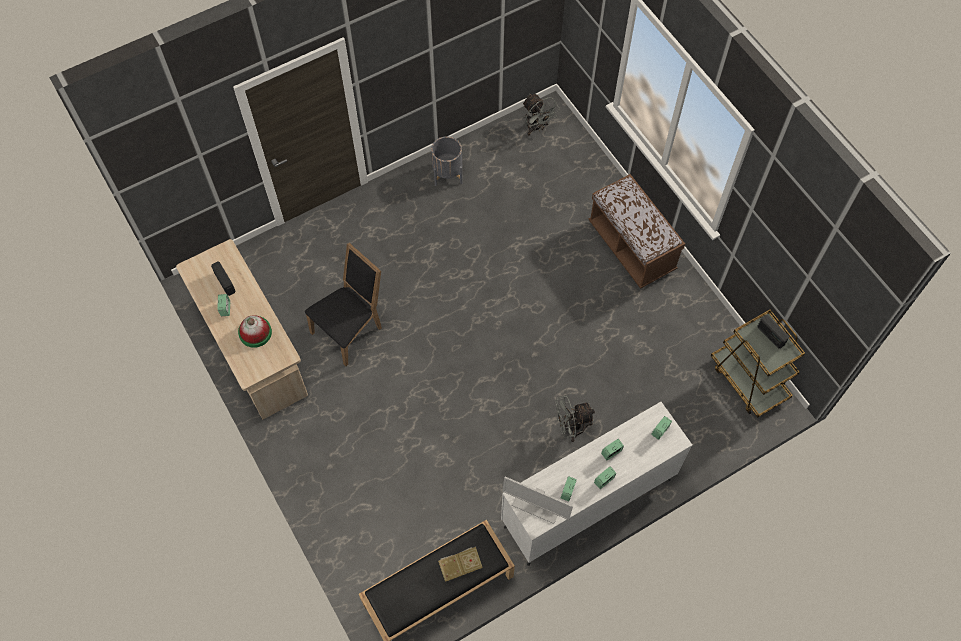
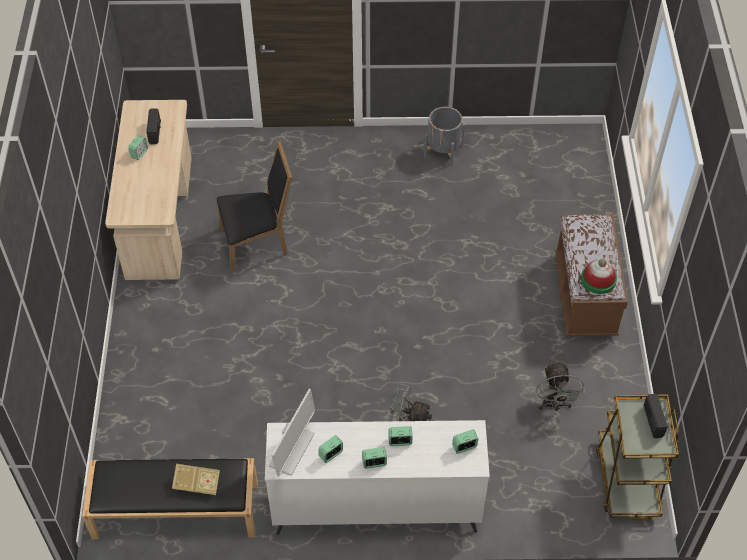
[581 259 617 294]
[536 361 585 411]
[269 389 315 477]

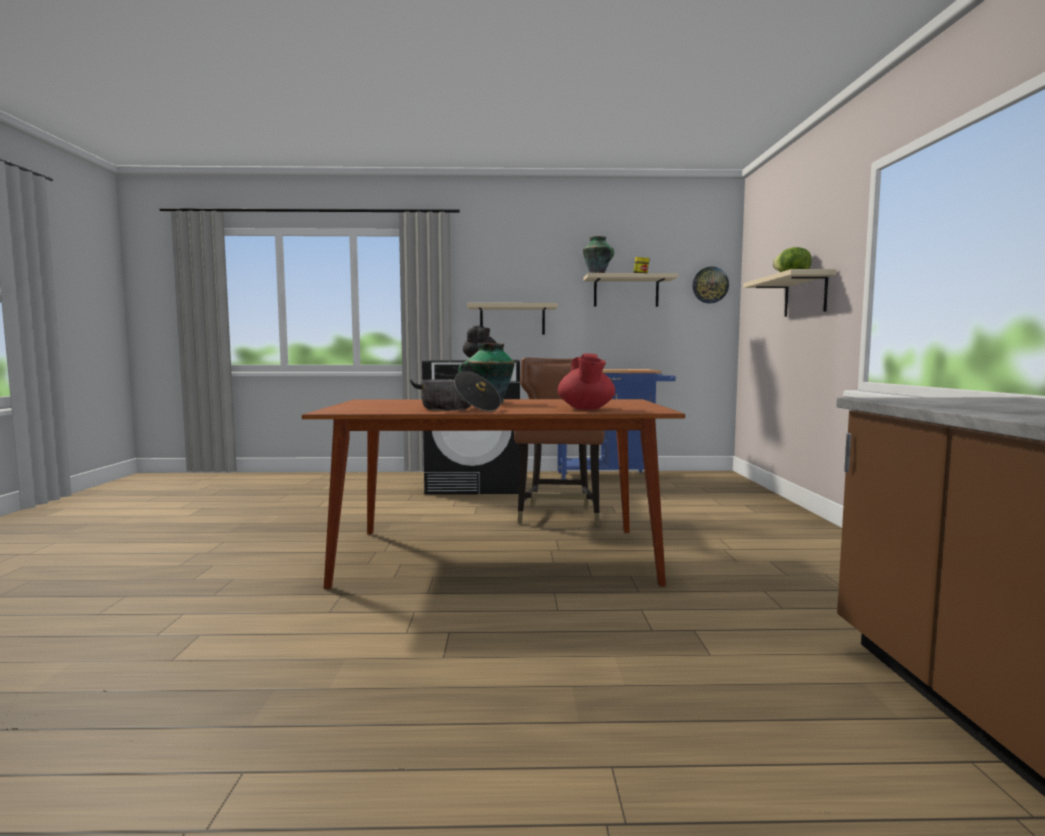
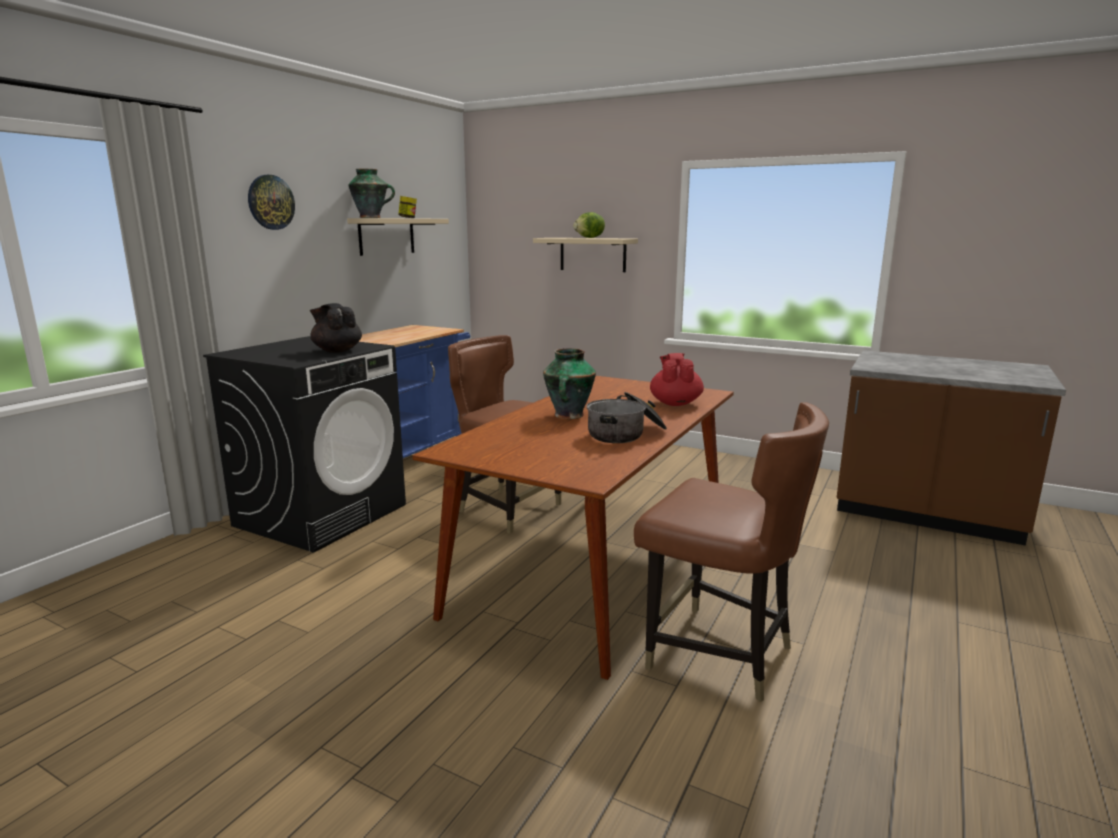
[467 303 558 335] (first image)
[634 402 829 702]
[248 175 295 230]
[650 353 704 406]

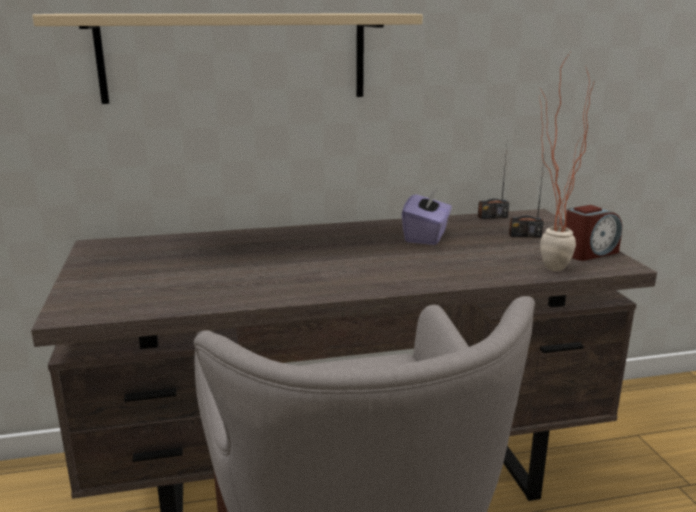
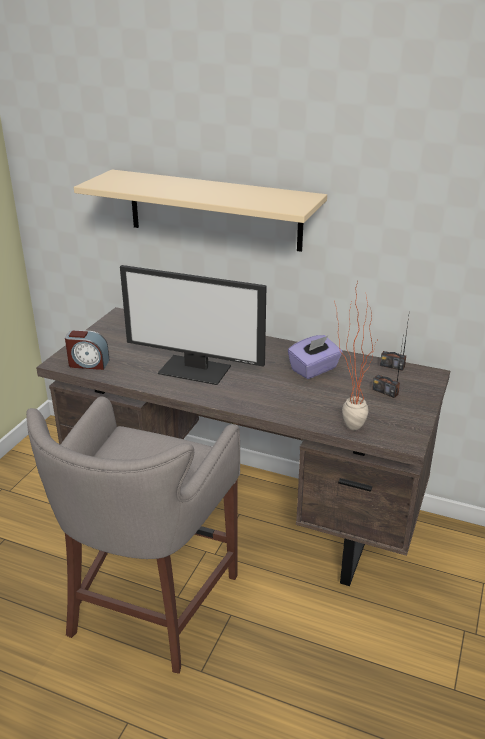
[120 265 267 385]
[65 330 110 370]

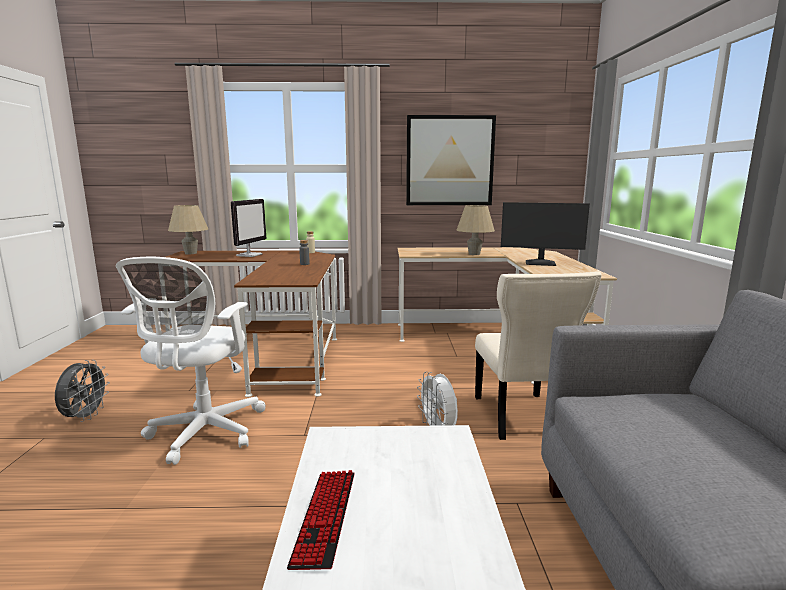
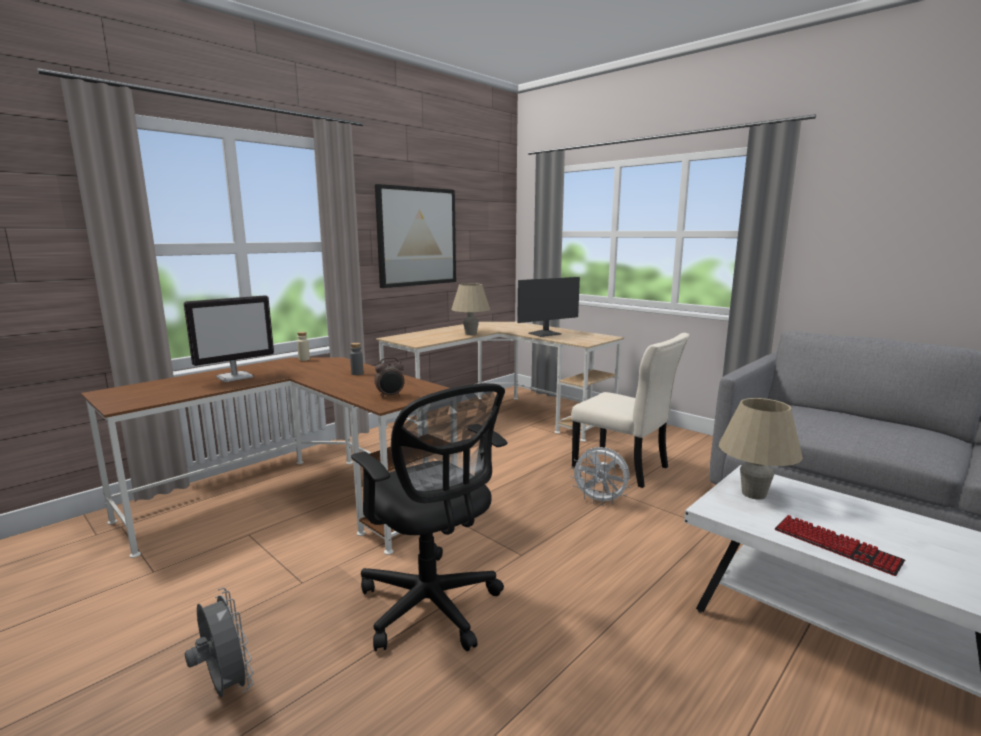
[374 357 405 398]
[719 398 803 500]
[351 383 507 651]
[184 295 274 382]

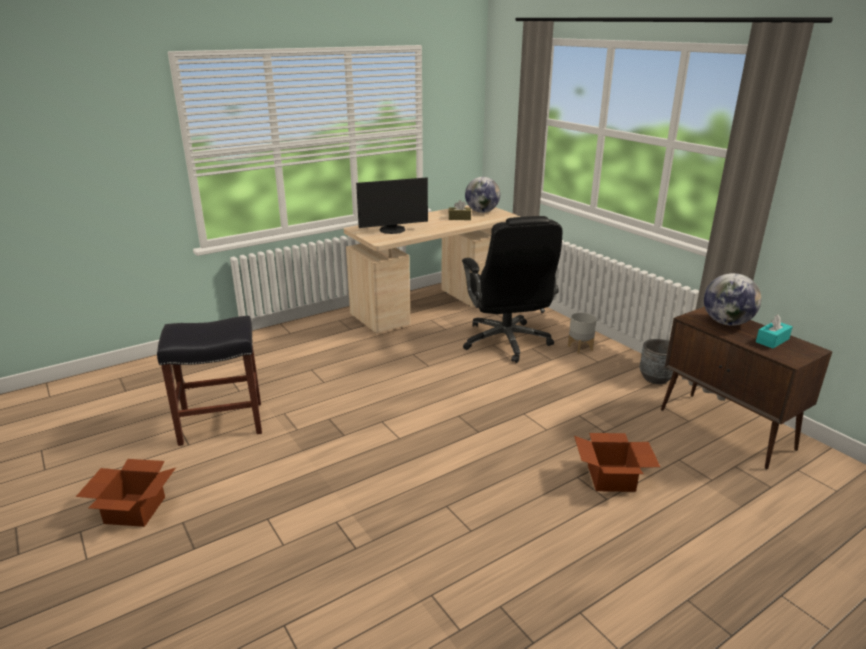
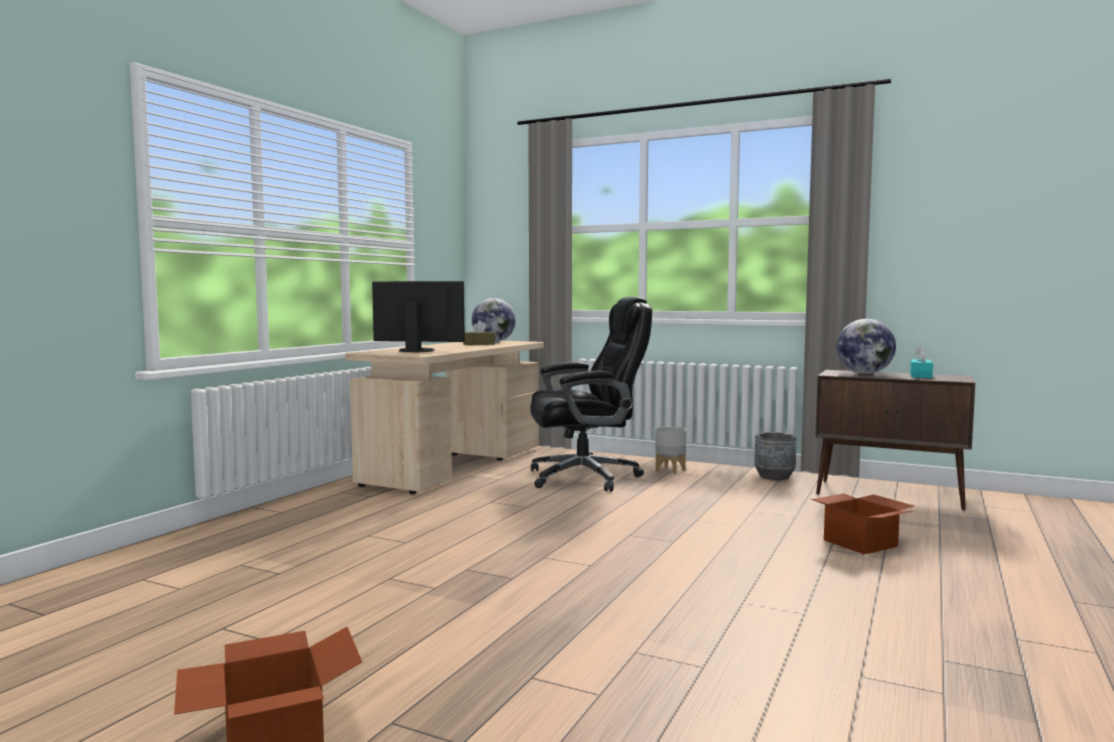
[157 316 262 446] (first image)
[372 281 465 352]
[530 296 652 492]

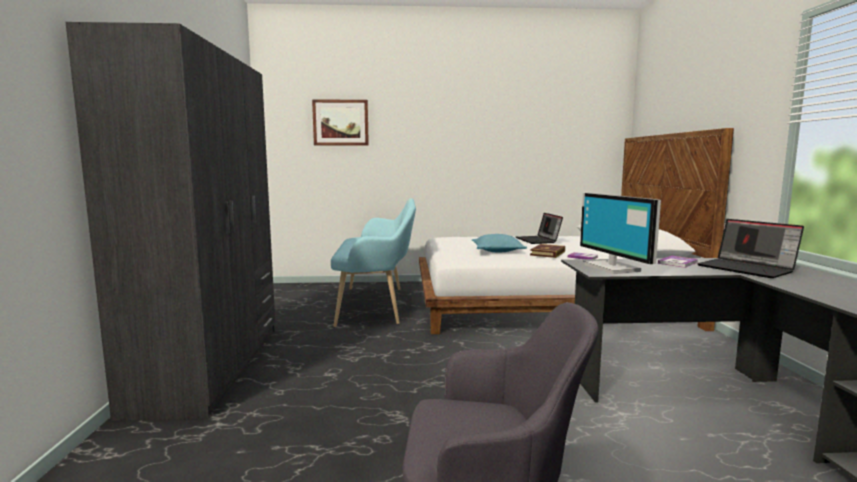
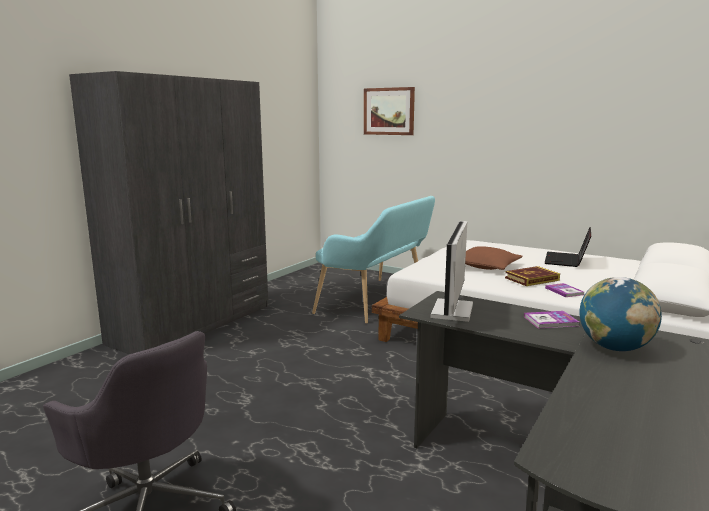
[579 277 662 351]
[465 246 523 270]

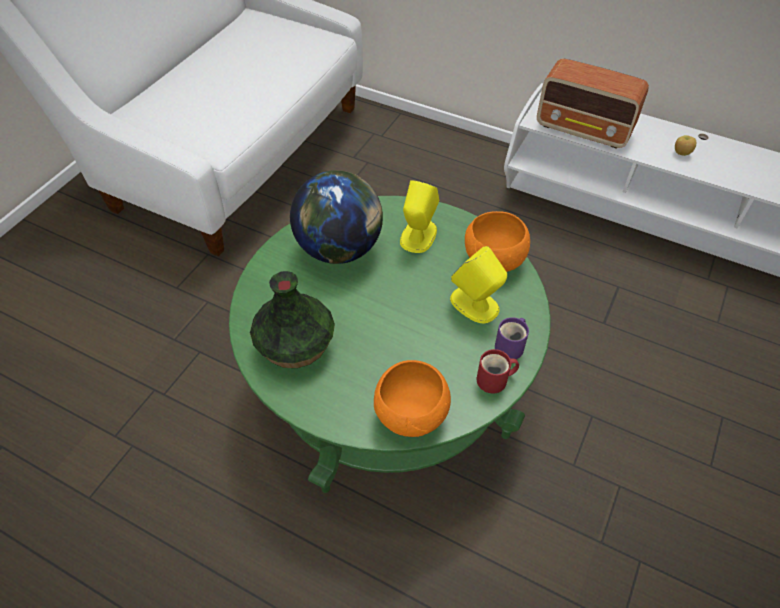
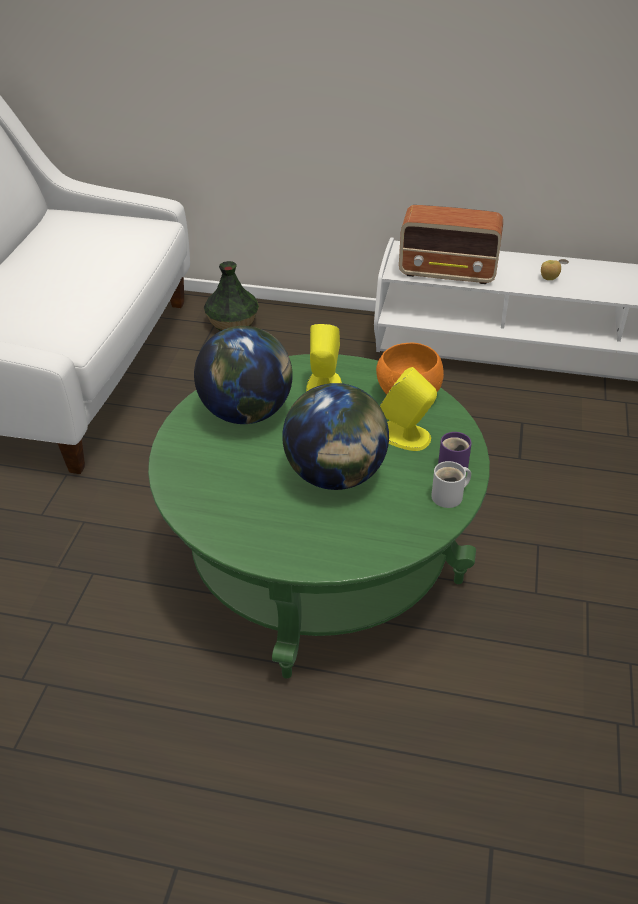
[374 360 451 437] (first image)
[282 383 389 490]
[204 261 259 331]
[431 461 471 508]

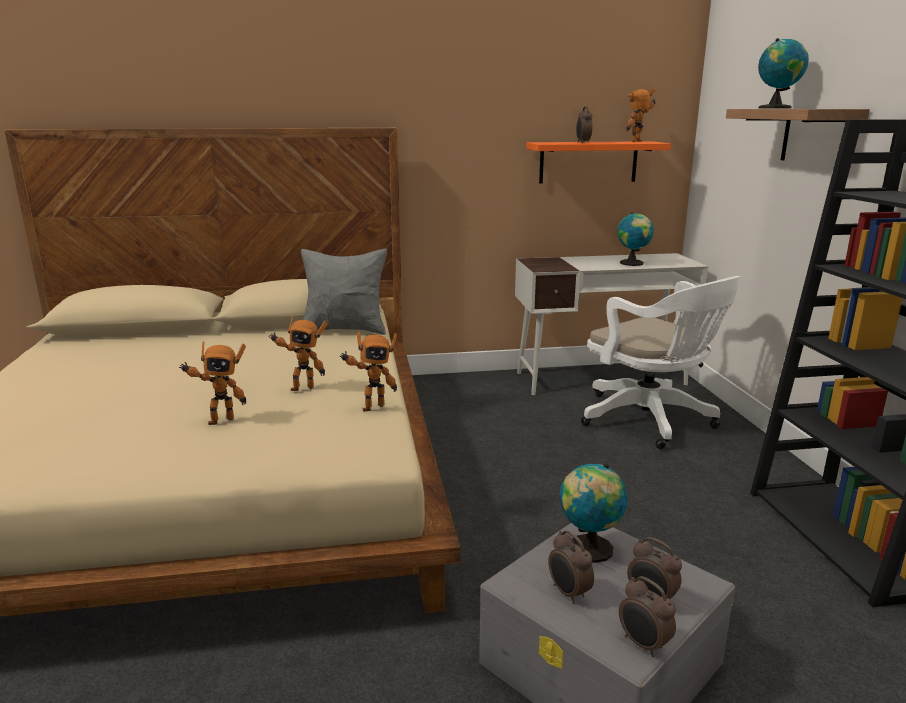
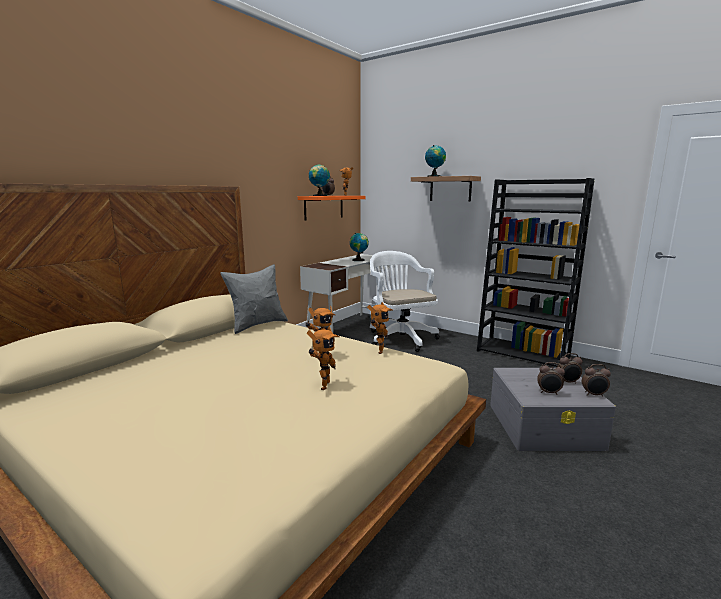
[309 165 330 196]
[370 251 440 352]

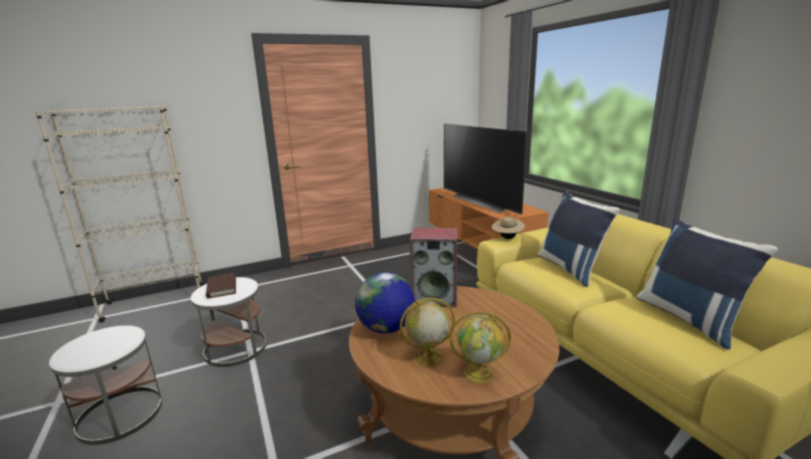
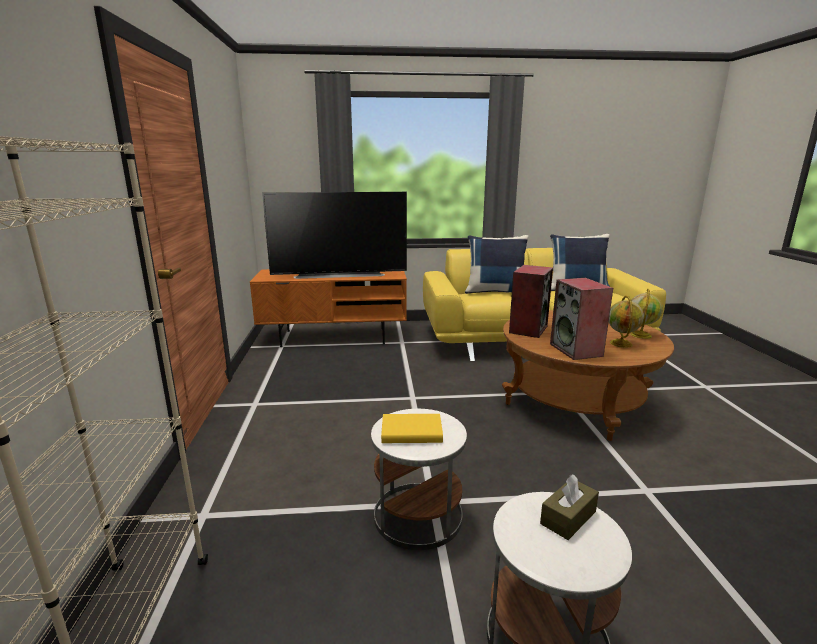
[492 217 525 239] (first image)
[540 475 599 540]
[550 278 613 360]
[381 414 443 443]

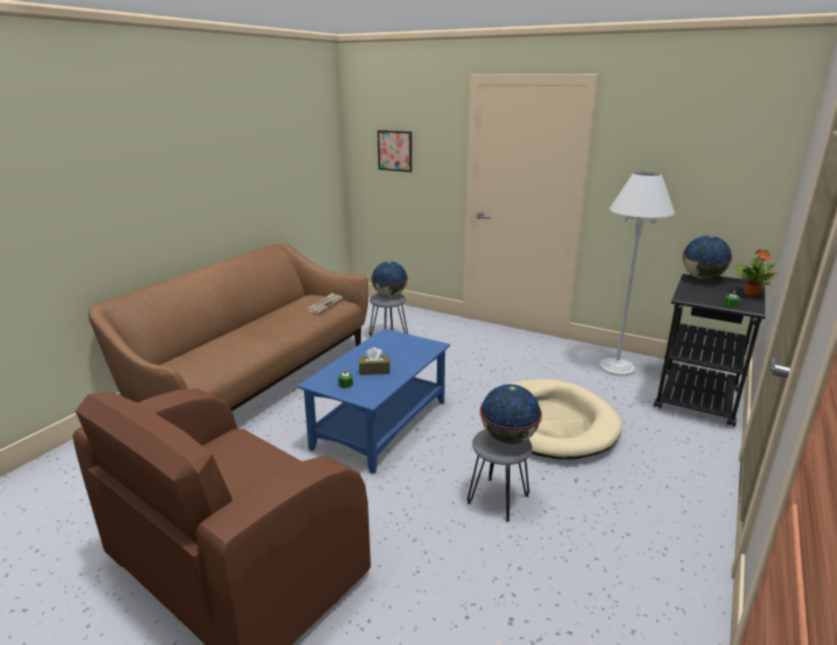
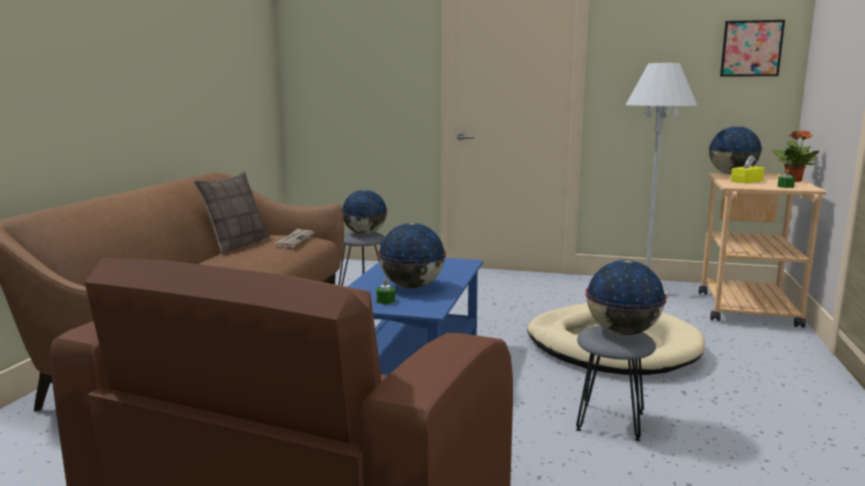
[194 171 269 254]
[731 155 764 183]
[720 20 785 76]
[378 223 446 288]
[699 173 827 328]

